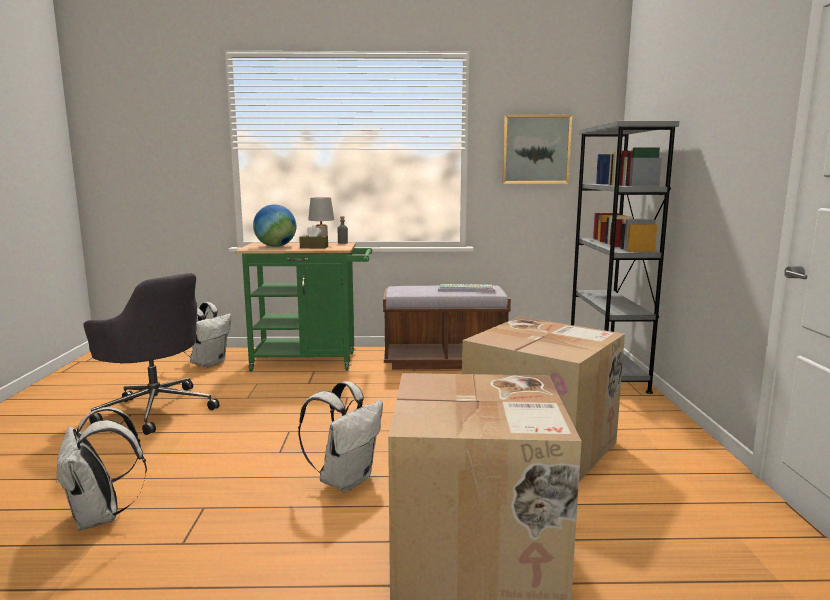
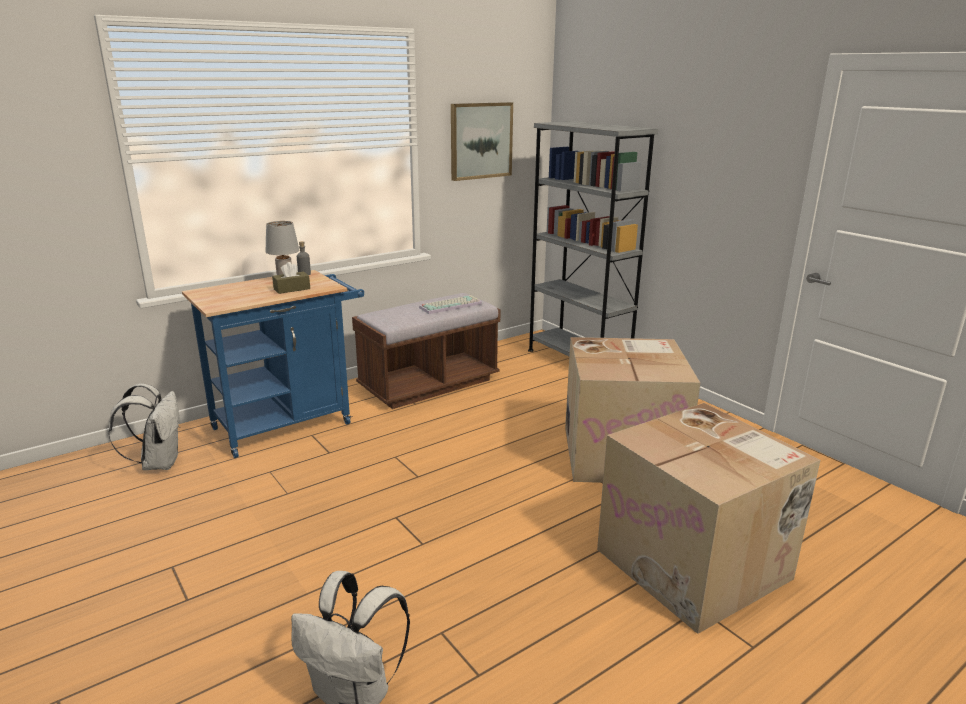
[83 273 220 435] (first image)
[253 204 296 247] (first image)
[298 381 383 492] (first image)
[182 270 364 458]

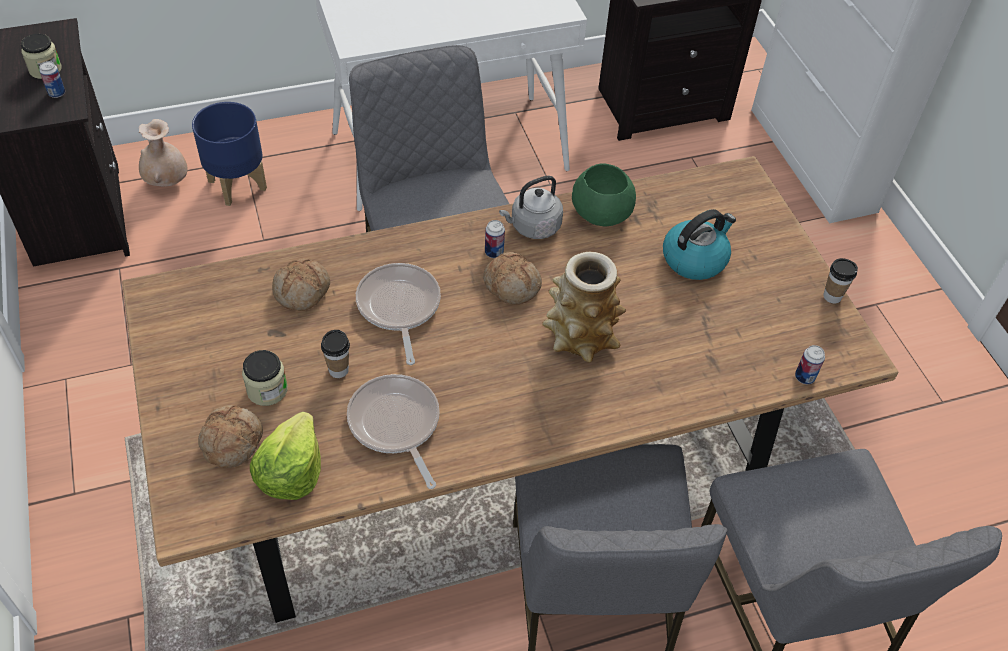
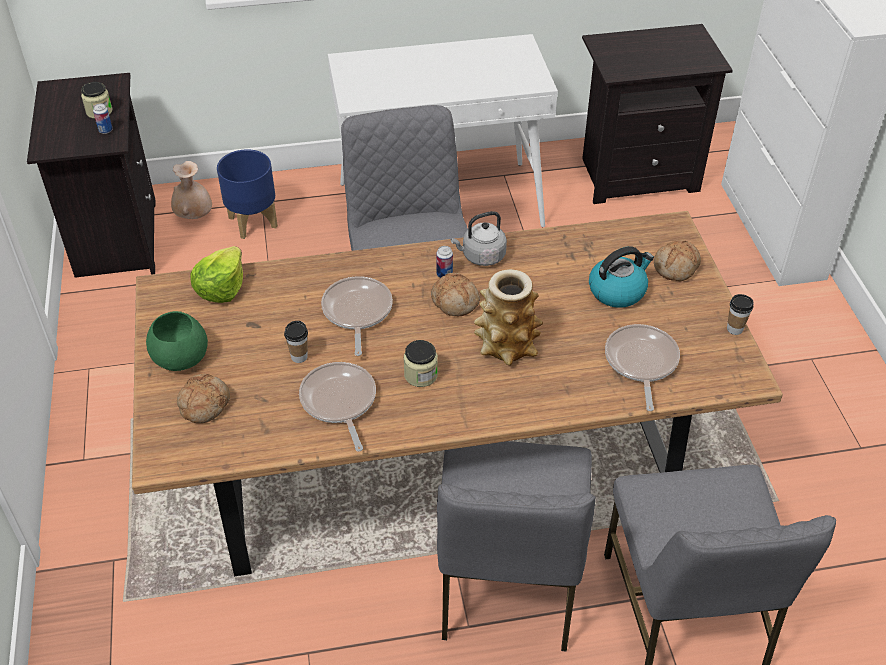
[795 345 825 384] (first image)
[605 324 680 411]
[404 340 438 387]
[190 246 243 303]
[654 240 701 282]
[146 311 208 371]

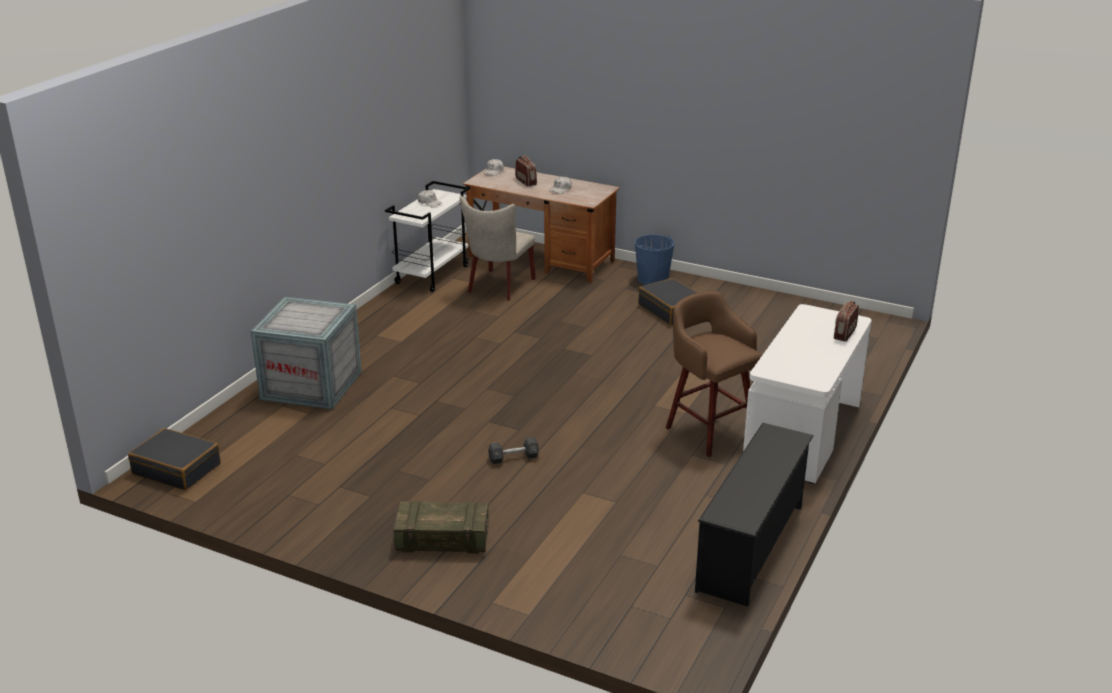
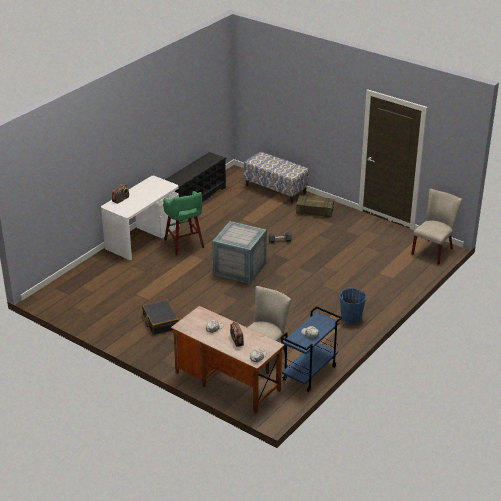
[244 152 309 203]
[212 221 267 285]
[340 288 366 324]
[411 189 462 265]
[280 306 342 392]
[163 191 204 255]

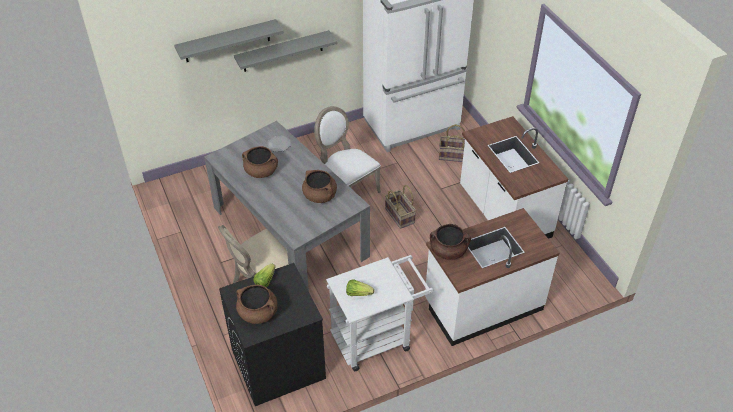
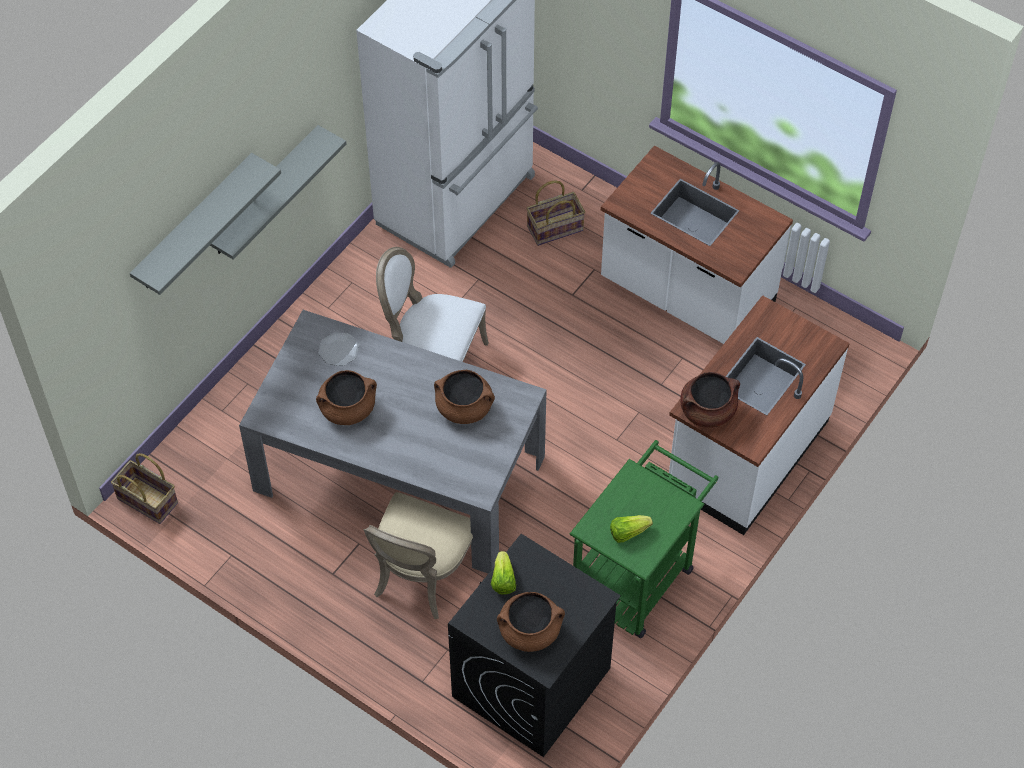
[111 453 178 524]
[570 440 718 638]

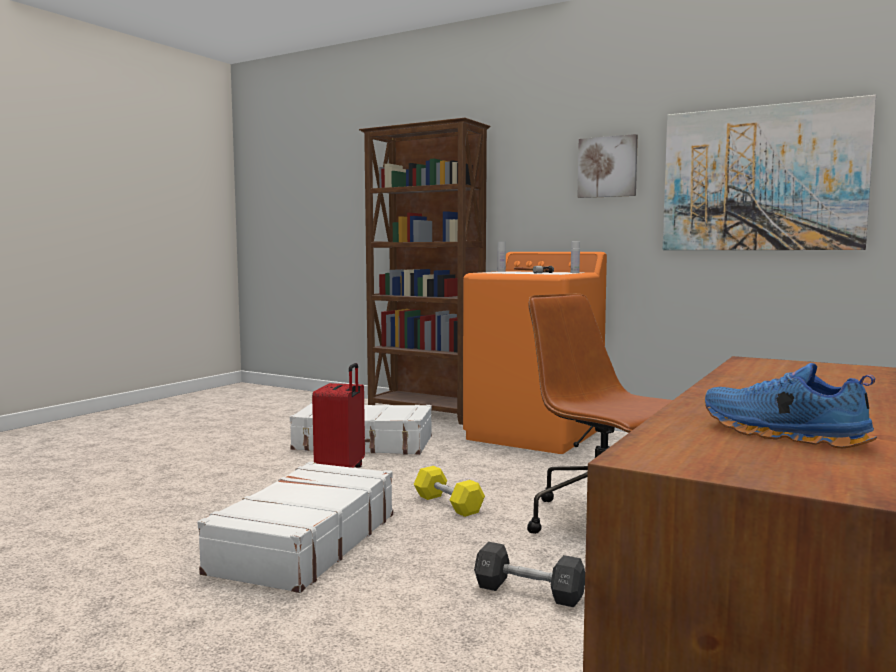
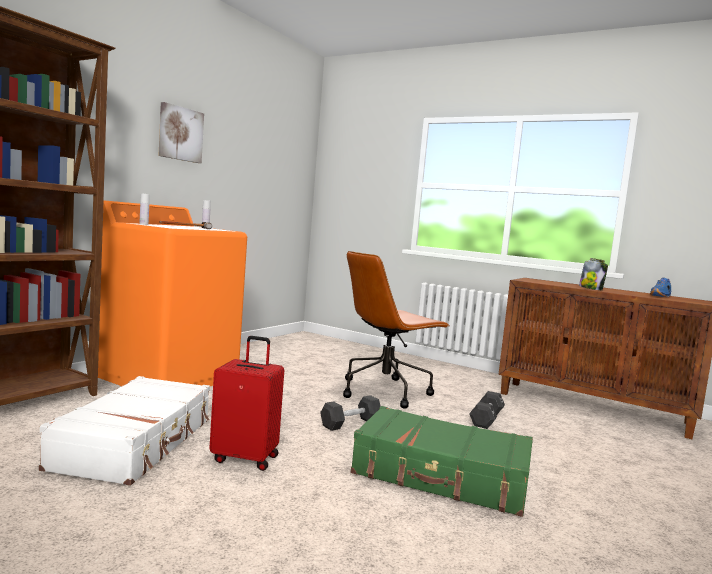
[663 95 876 250] (first image)
[579 258 608 290]
[351 406 533 517]
[320 395 381 431]

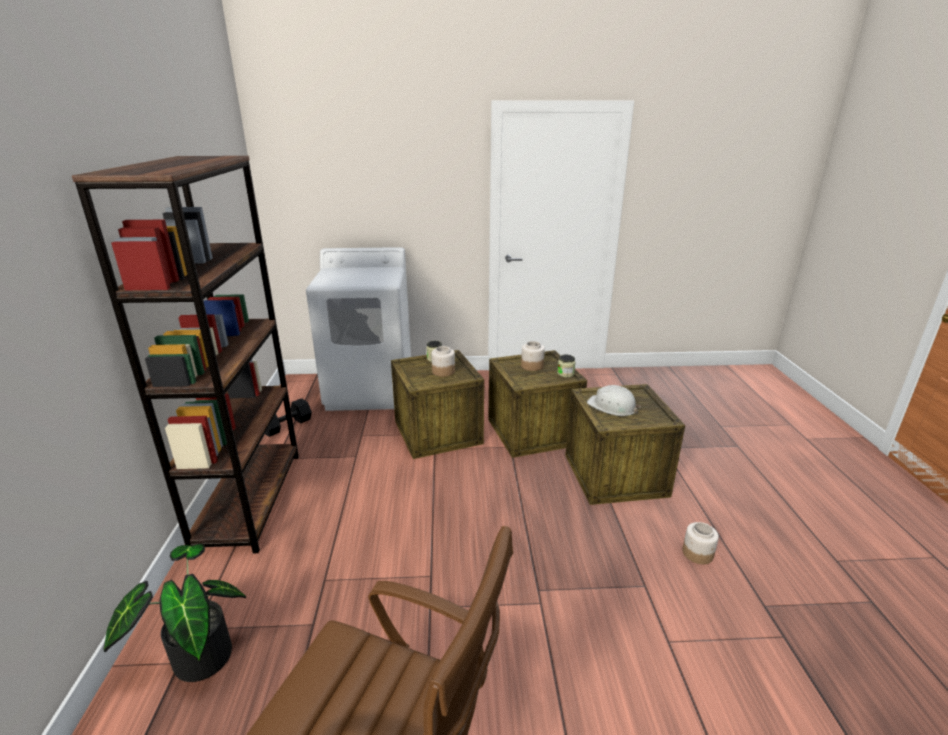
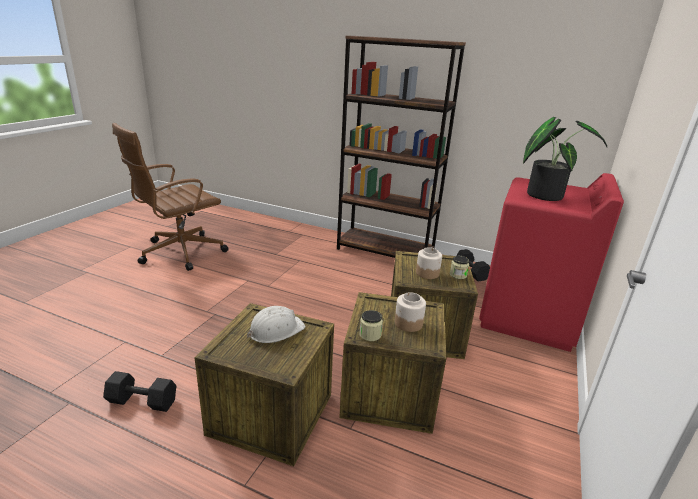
[523 117 607 201]
[103 371 176 412]
[479 173 624 352]

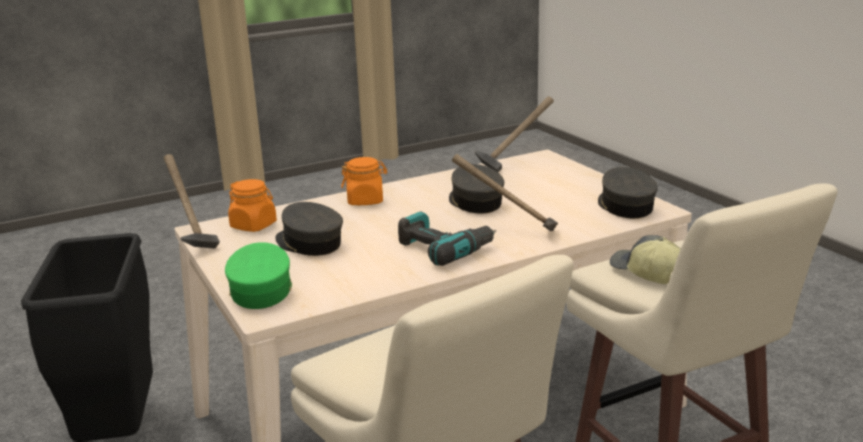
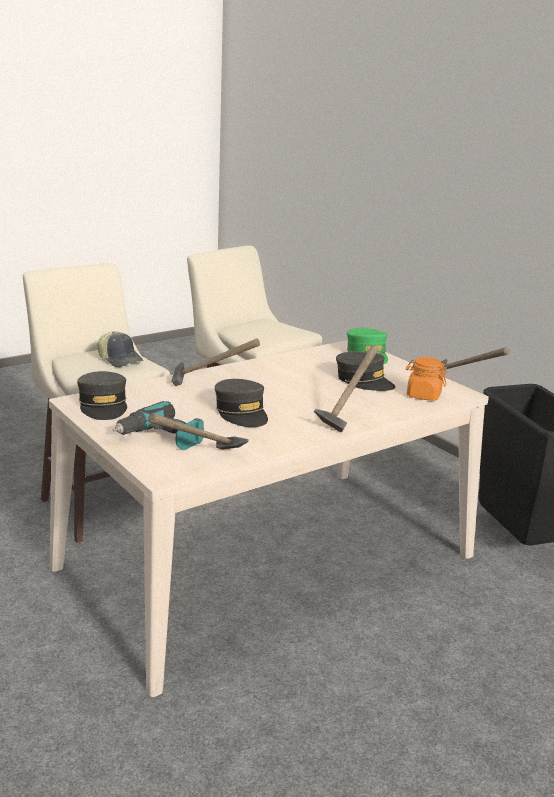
[113 401 204 450]
[314 345 379 432]

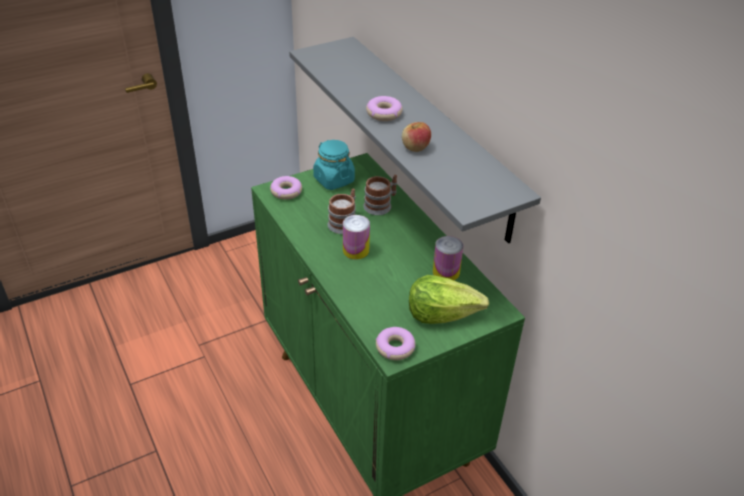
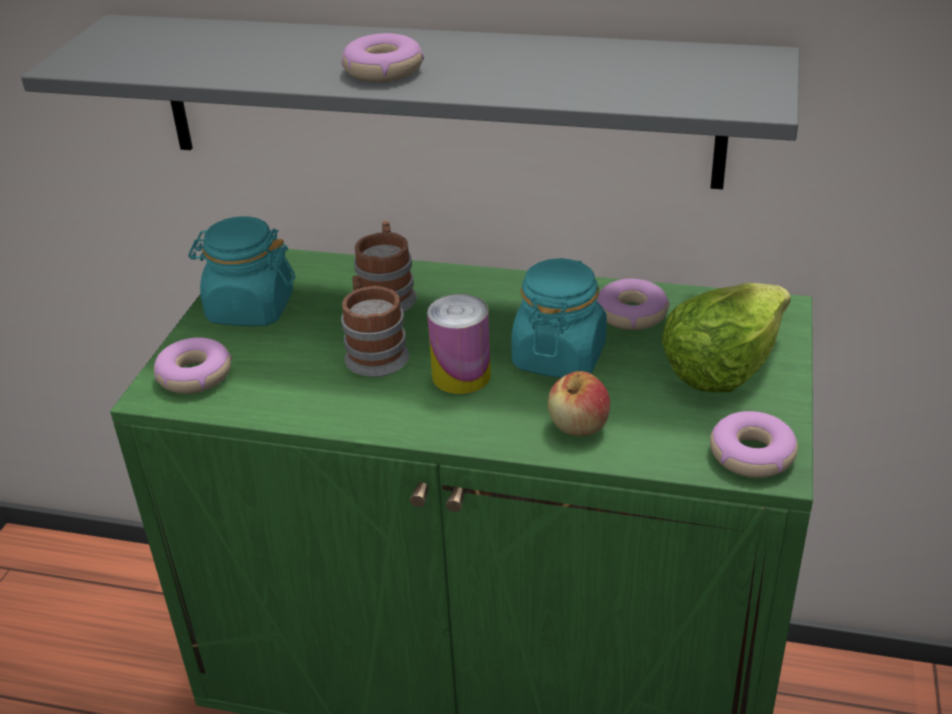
[511 258 607 378]
[548 371 610 436]
[597 279 670 330]

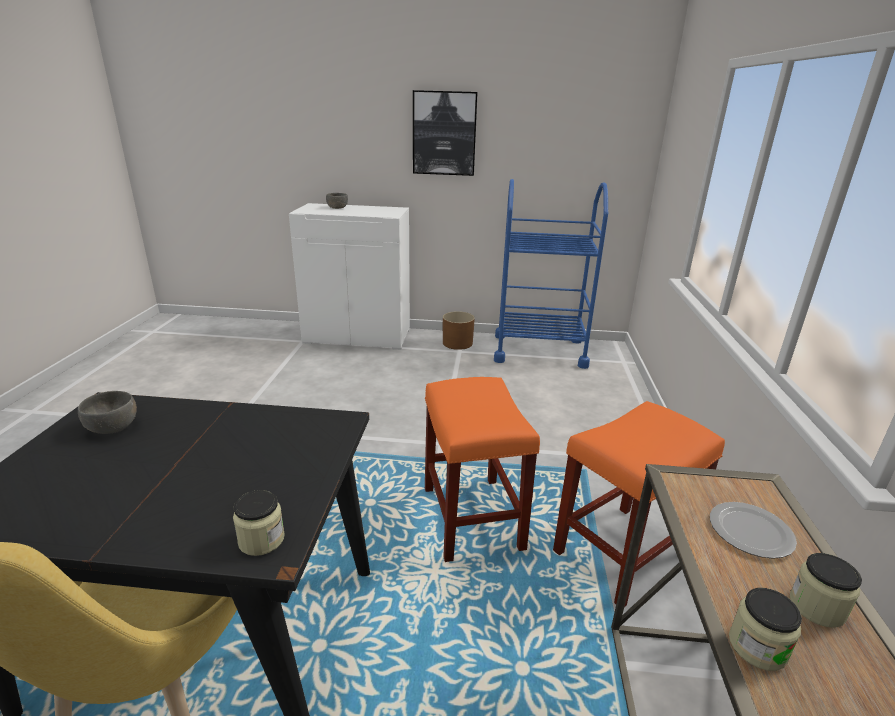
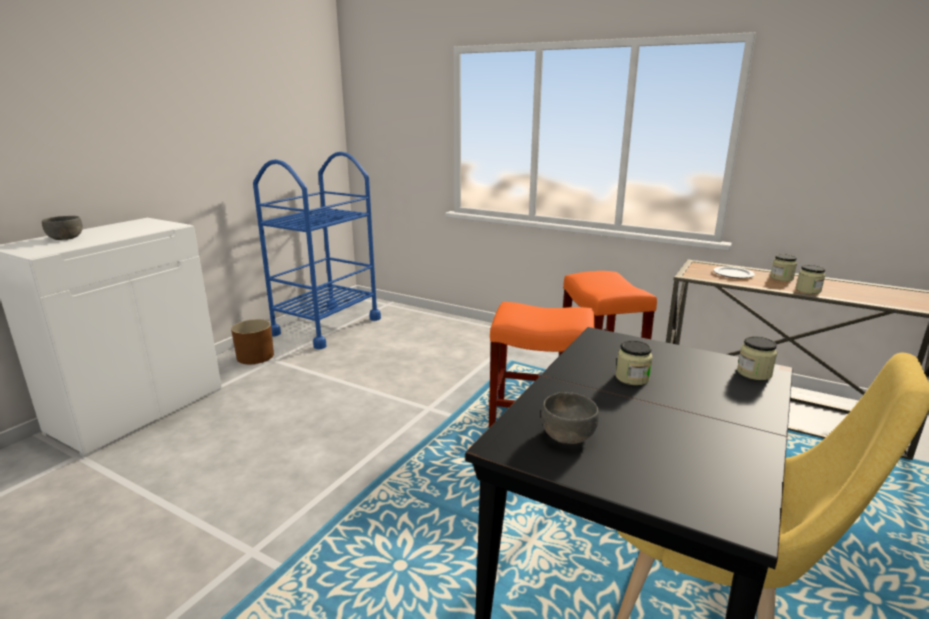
[413 90 478 176] (first image)
[616 341 653 385]

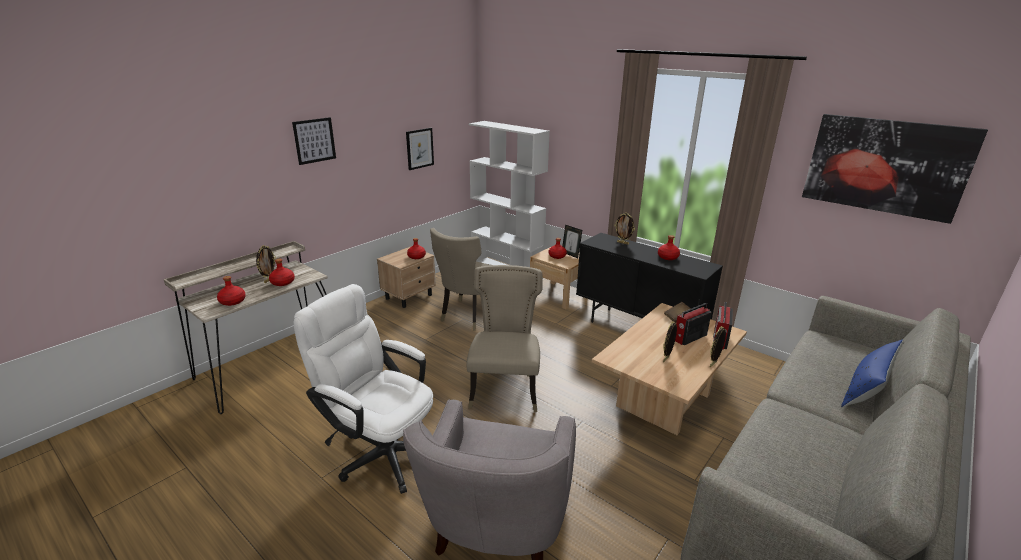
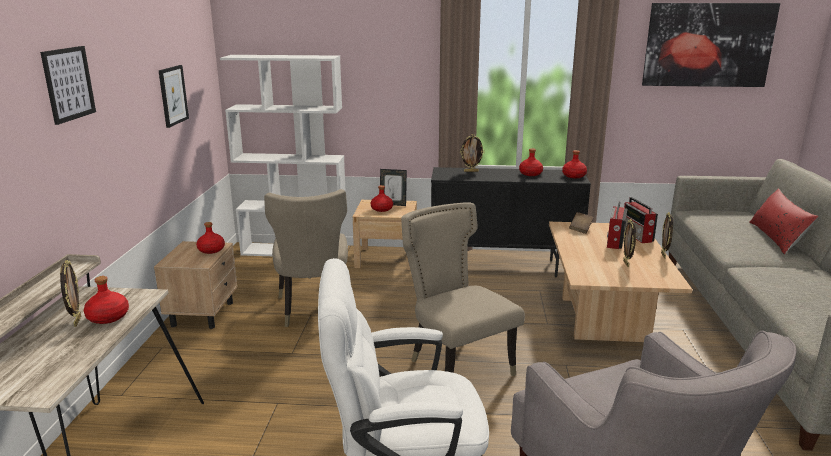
[562 150 587 178]
[749 188 819 255]

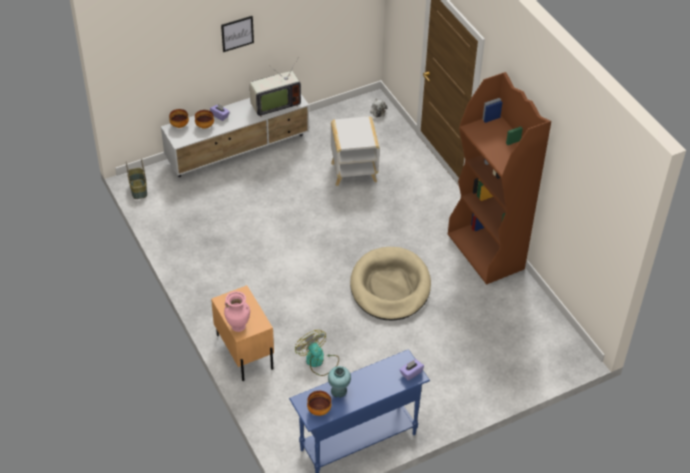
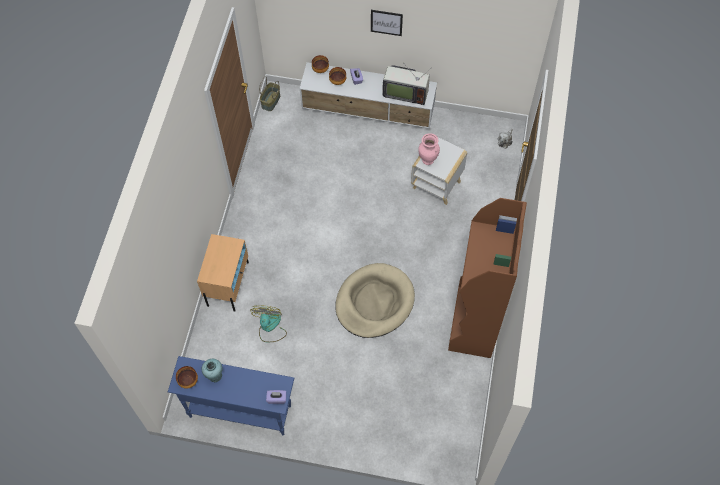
[418 133 440 165]

